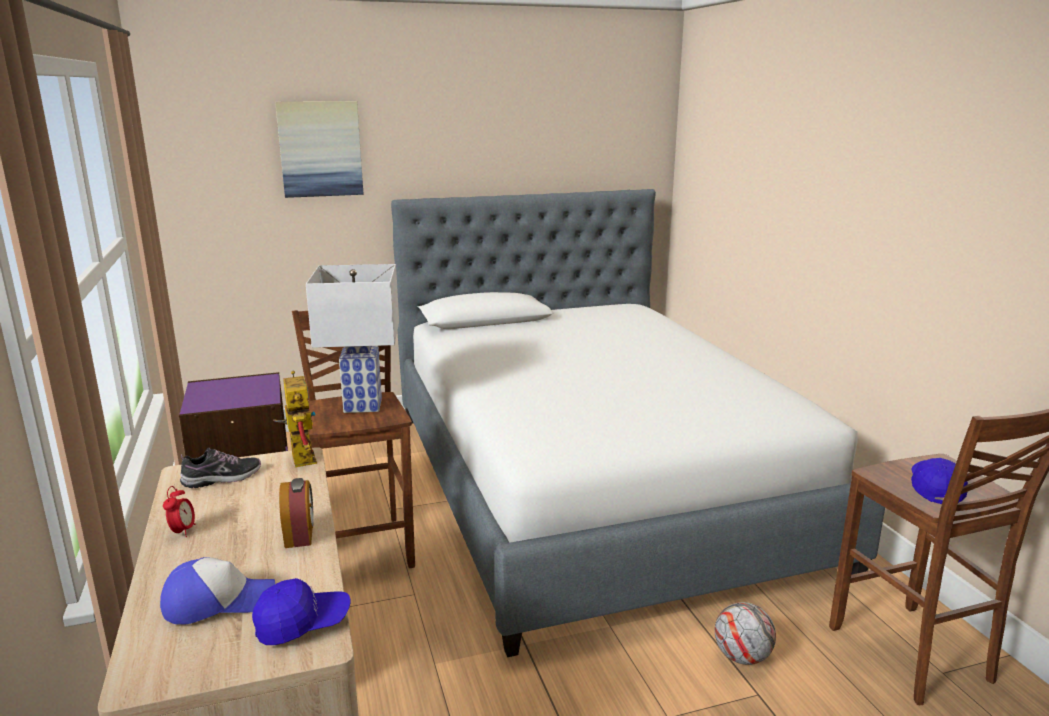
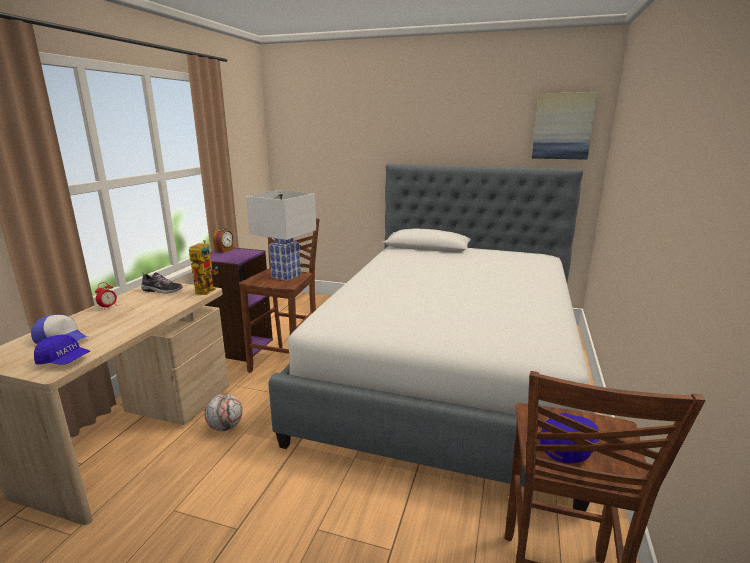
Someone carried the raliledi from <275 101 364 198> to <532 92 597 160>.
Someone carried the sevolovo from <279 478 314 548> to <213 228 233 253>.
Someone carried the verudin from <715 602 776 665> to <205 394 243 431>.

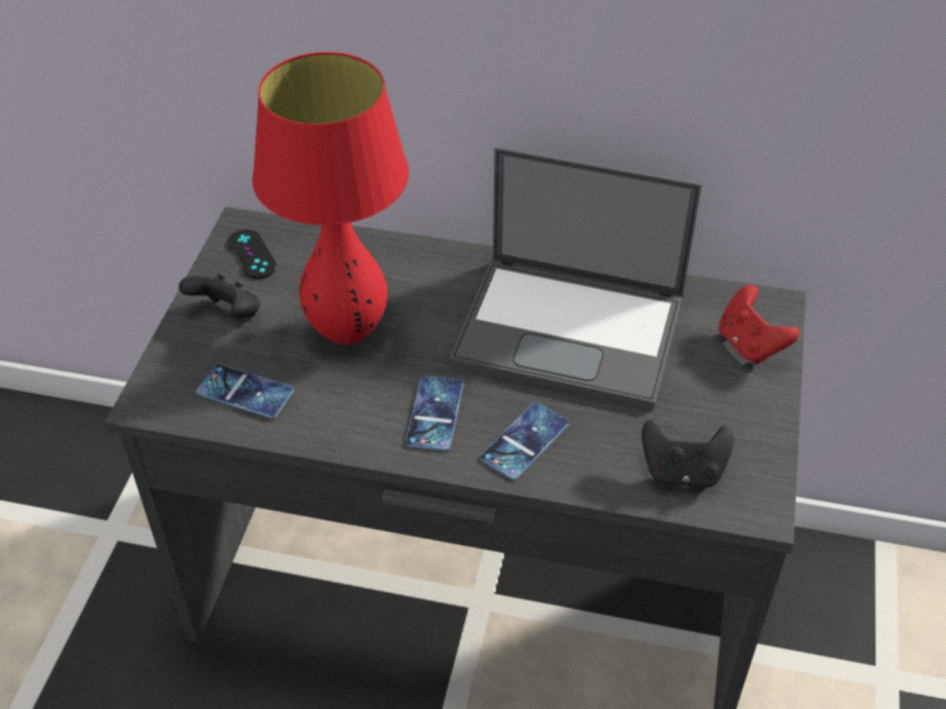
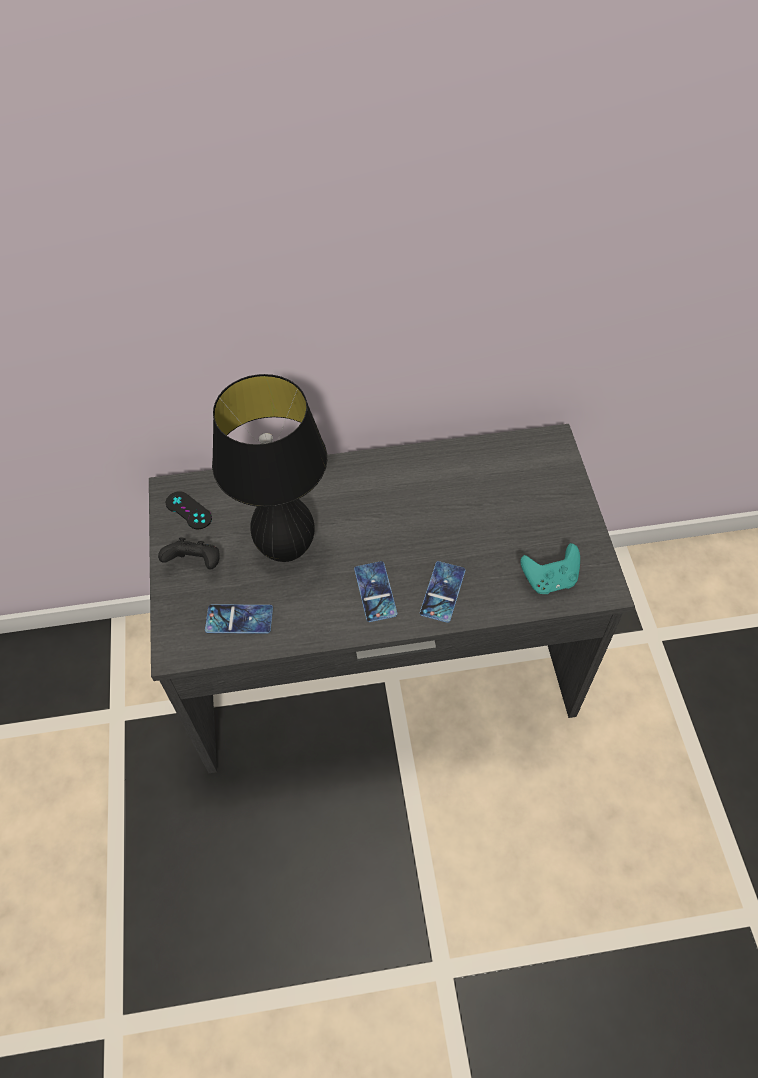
Someone repainted the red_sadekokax at <252 52 409 345>, which became the black_sadekokax at <212 374 327 562>.
Someone took away the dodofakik at <449 146 702 409>.
Someone took away the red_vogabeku at <719 285 800 364>.
Someone repainted the black_vogabeku at <642 420 734 488>, which became the turquoise_vogabeku at <520 543 580 594>.

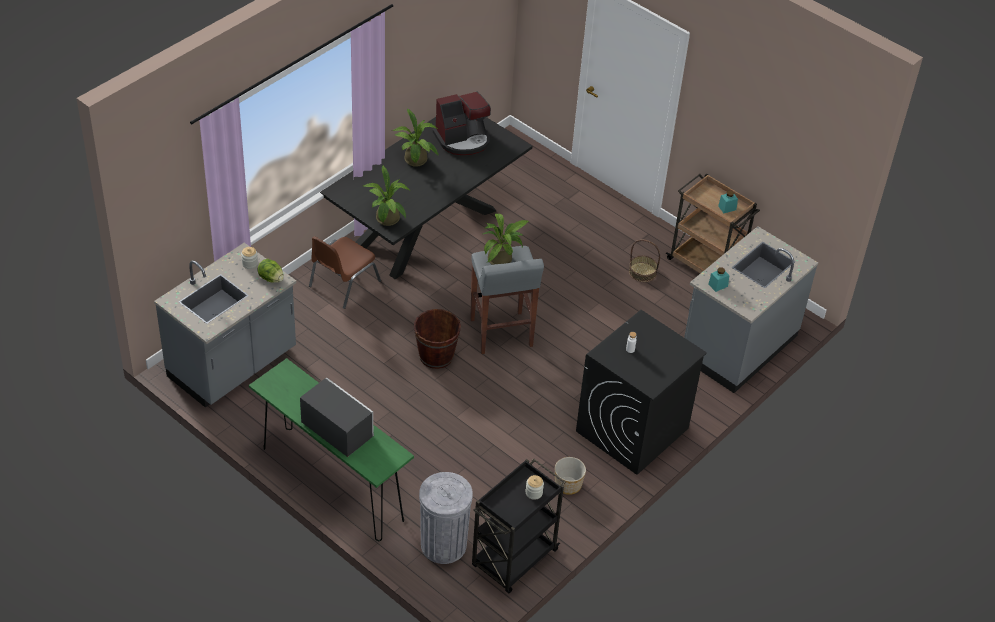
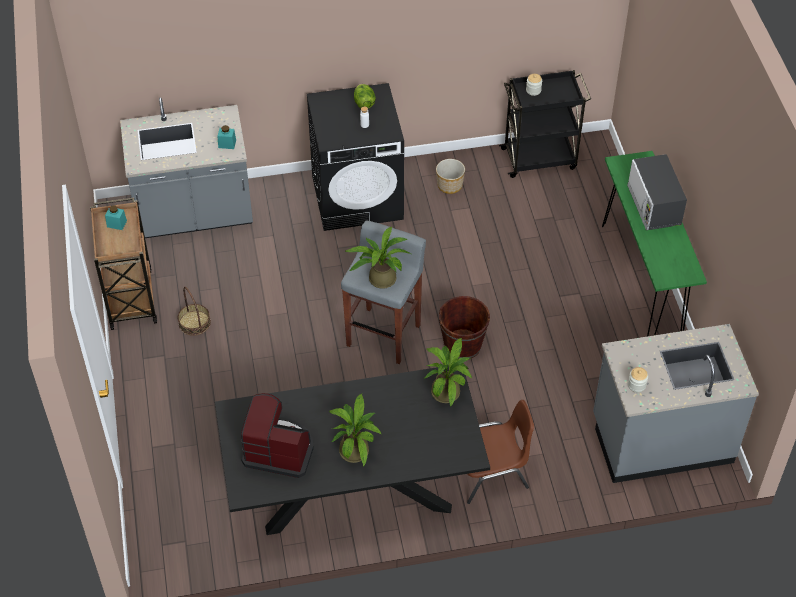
Someone carried the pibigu from <258 259 284 282> to <354 84 376 108>.
Someone took away the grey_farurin at <419 472 473 564>.

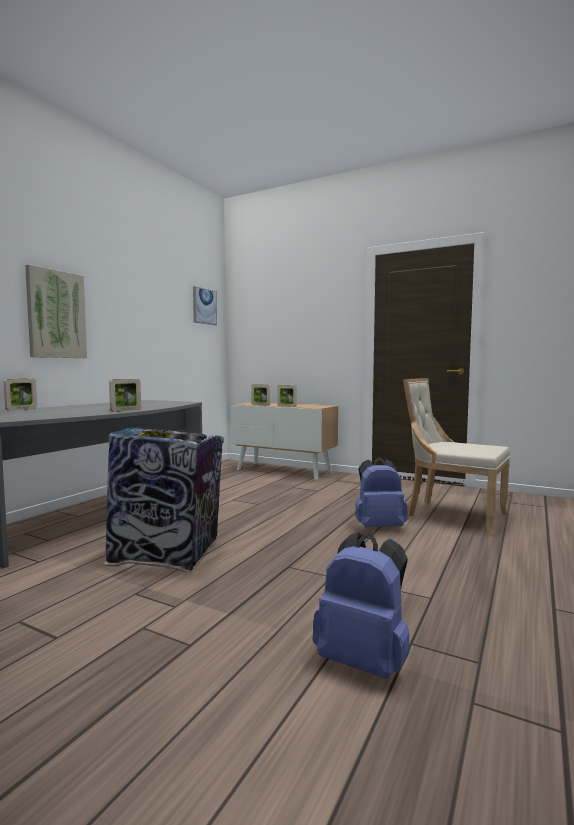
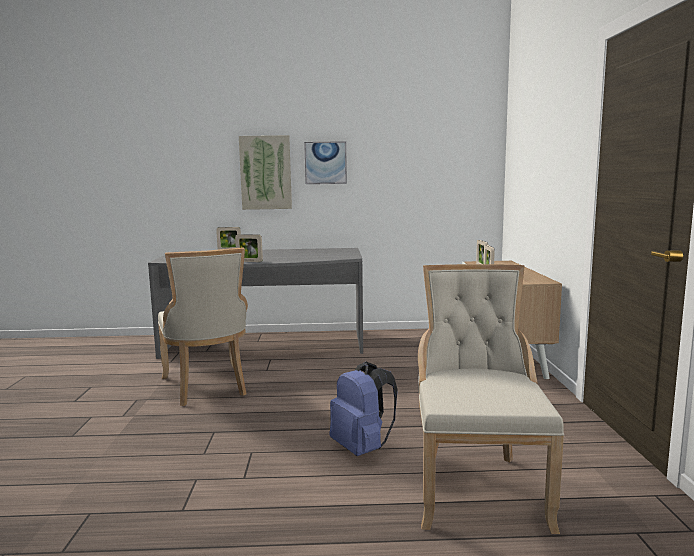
Someone carried the raliledi from <193 286 217 325> to <304 141 347 184>.
Someone swapped the farurin at <103 427 224 572> for the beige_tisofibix at <158 247 248 406>.
Someone took away the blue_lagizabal at <313 532 409 679>.

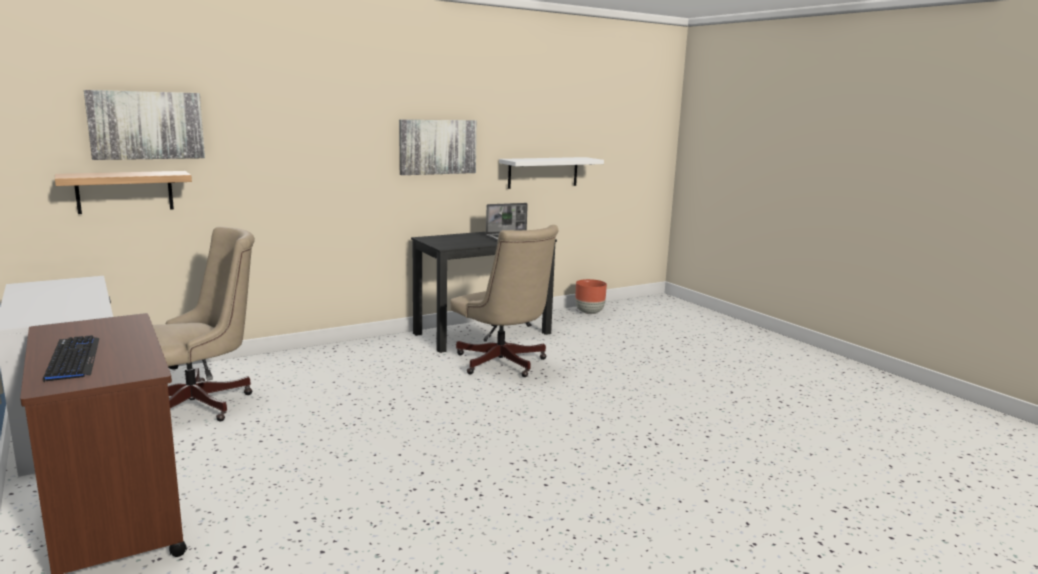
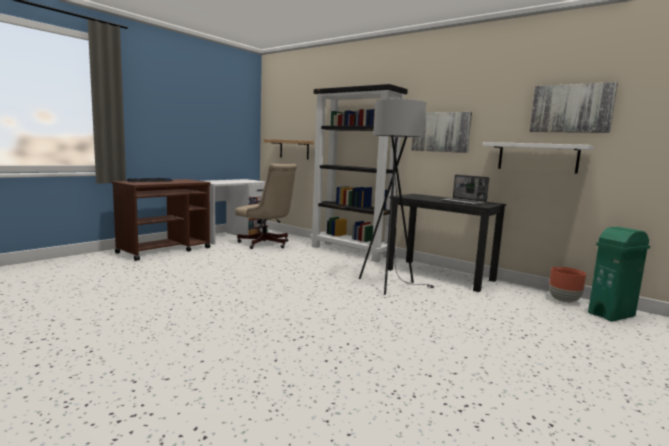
Someone carried the raliledi from <84 90 205 160> to <530 82 618 133>.
Someone swapped the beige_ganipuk at <450 225 559 377> for the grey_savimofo at <359 99 435 295>.
Someone put down the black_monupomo at <310 84 408 262>.
Someone put down the green_farurin at <588 227 650 322>.

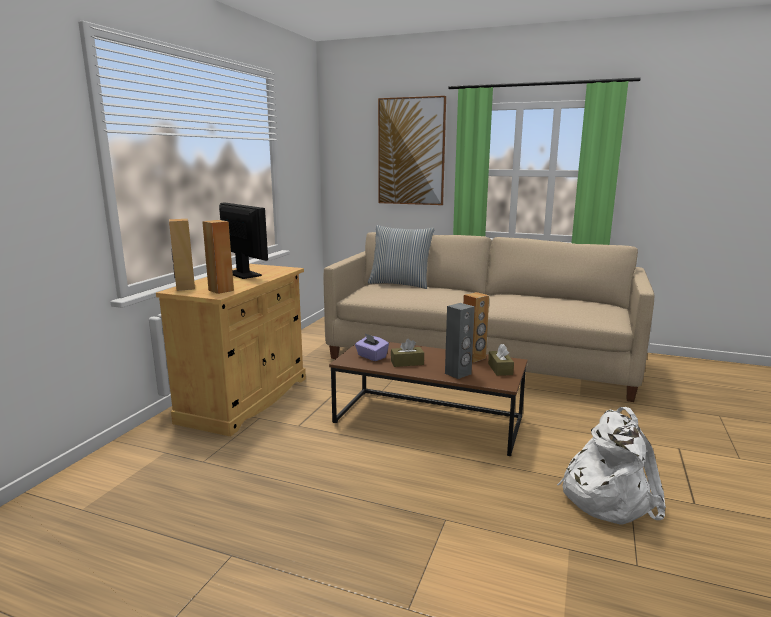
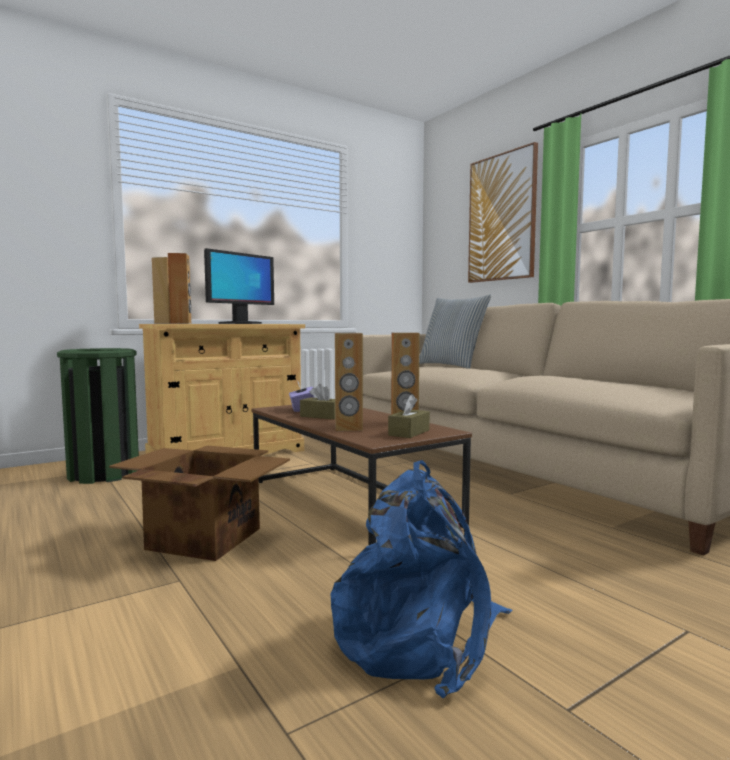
Someone rotated the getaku at <219 202 268 279> by 45 degrees clockwise.
Someone repainted the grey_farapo at <445 303 475 379>, which became the brown_farapo at <335 333 363 431>.
Someone repainted the white_lagizabal at <557 407 666 525>, which became the blue_lagizabal at <330 460 512 698>.
Someone put down the green_farurin at <57 348 139 484>.
Someone put down the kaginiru at <109 446 290 561>.

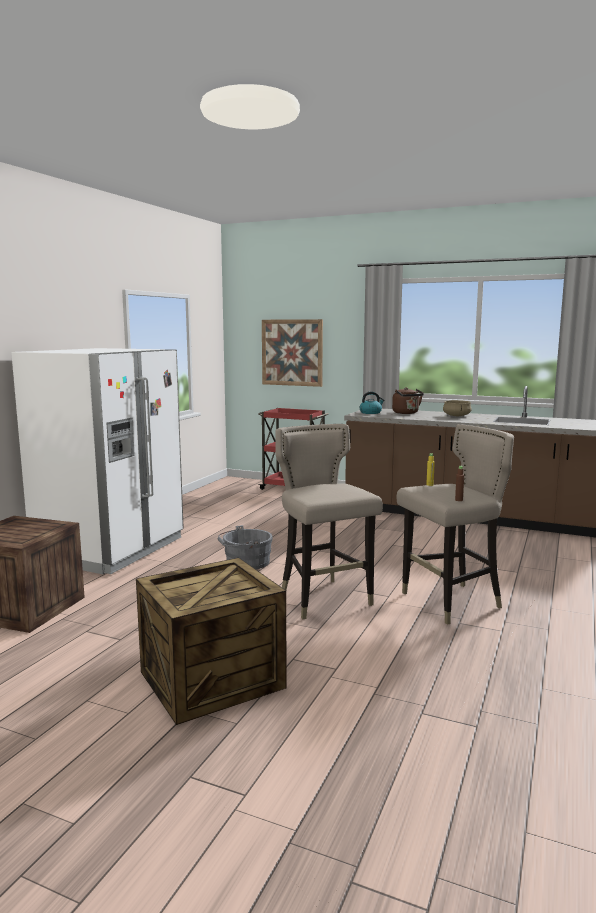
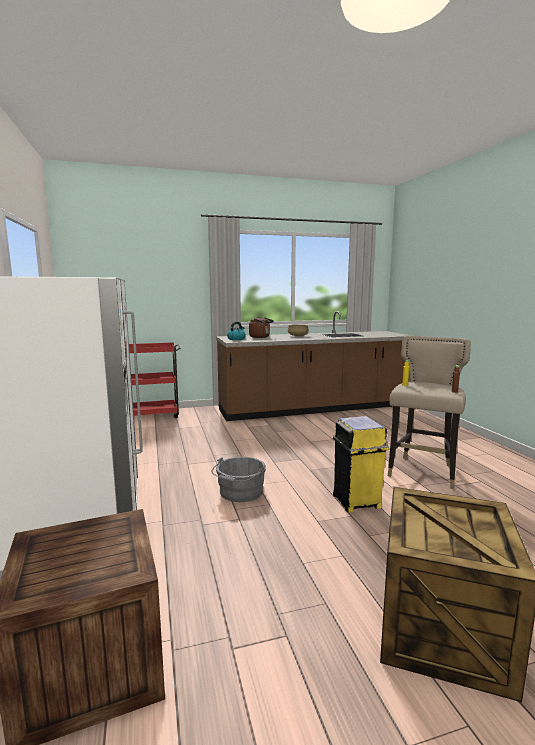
Someone took away the raliledi at <262 319 323 387>.
Someone swapped the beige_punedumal at <275 424 383 620> for the yellow_farurin at <333 416 389 513>.

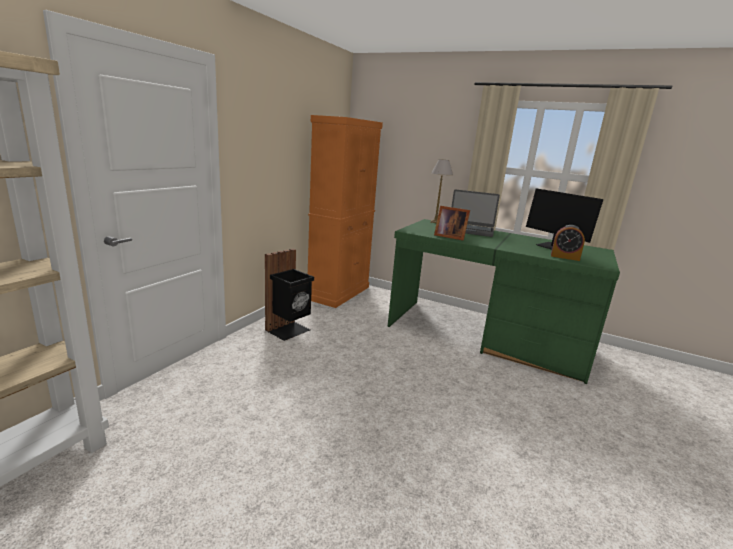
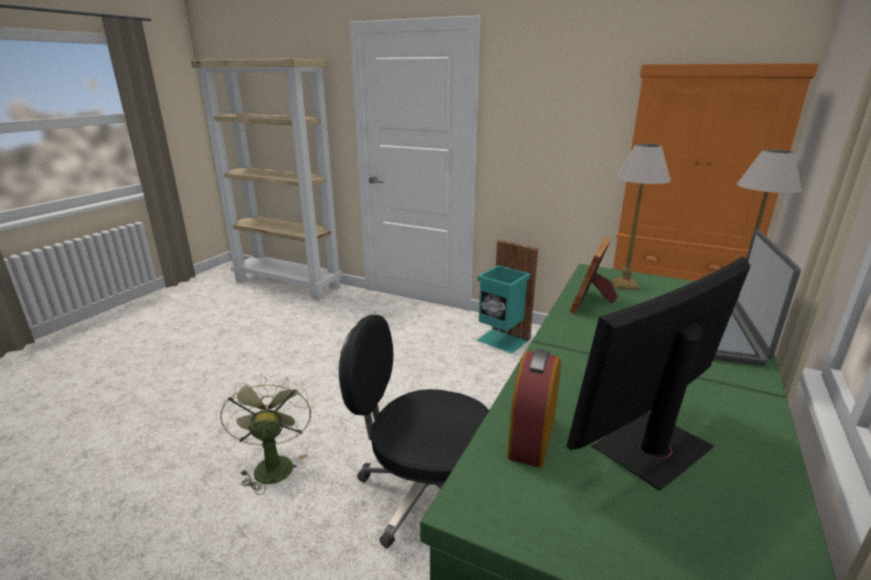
Someone repainted the black_farurin at <265 249 314 341>, which became the turquoise_farurin at <477 240 538 353>.
Someone put down the sadekokax at <612 144 671 290>.
Someone put down the black_ganipuk at <339 315 489 548>.
Someone put down the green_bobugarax at <220 375 311 495>.

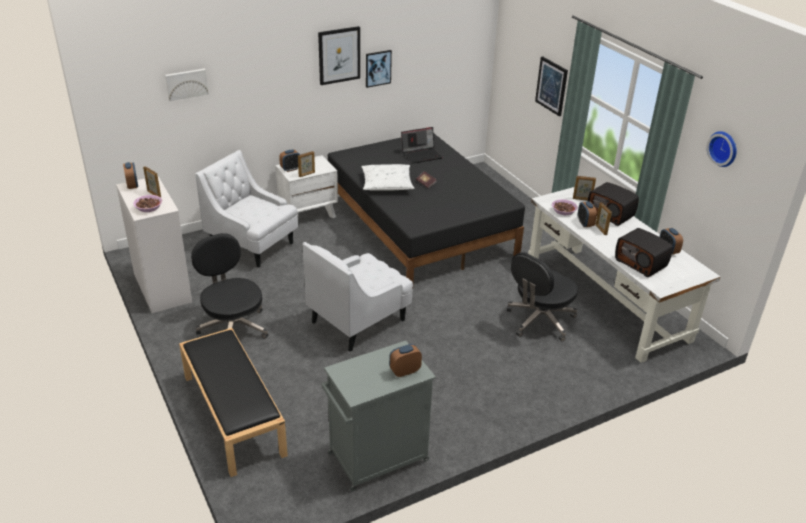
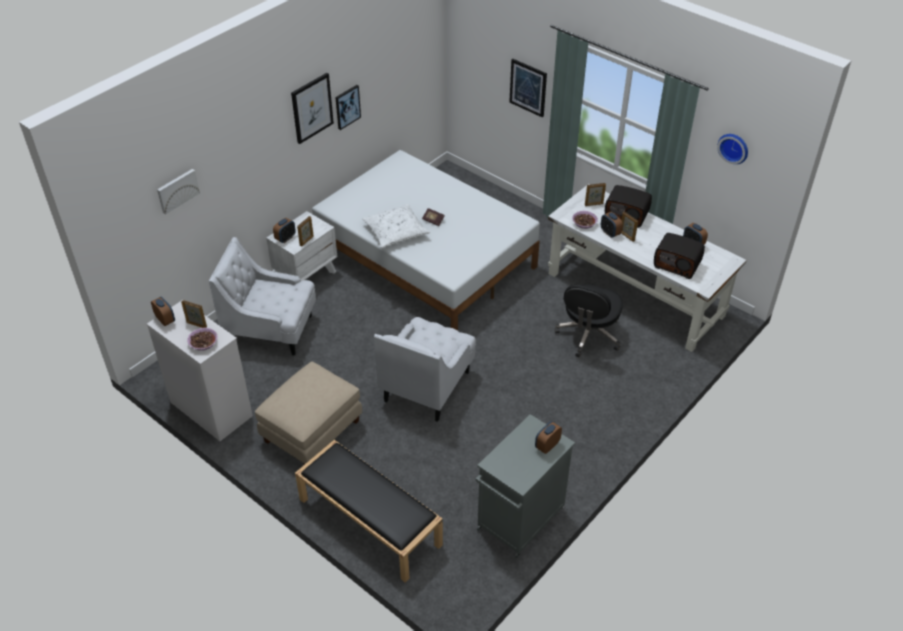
Someone took away the dodofakik at <401 127 443 164>.
Someone repainted the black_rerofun at <328 134 525 289>, which became the white_rerofun at <312 150 540 331>.
Someone swapped the black_ganipuk at <191 233 269 339> for the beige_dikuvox at <255 361 362 465>.

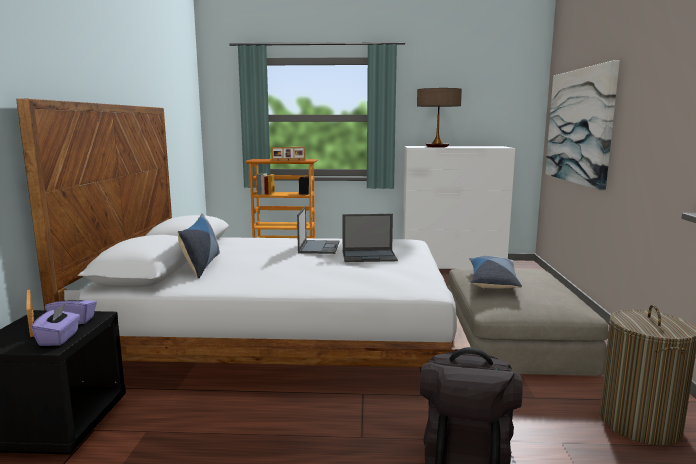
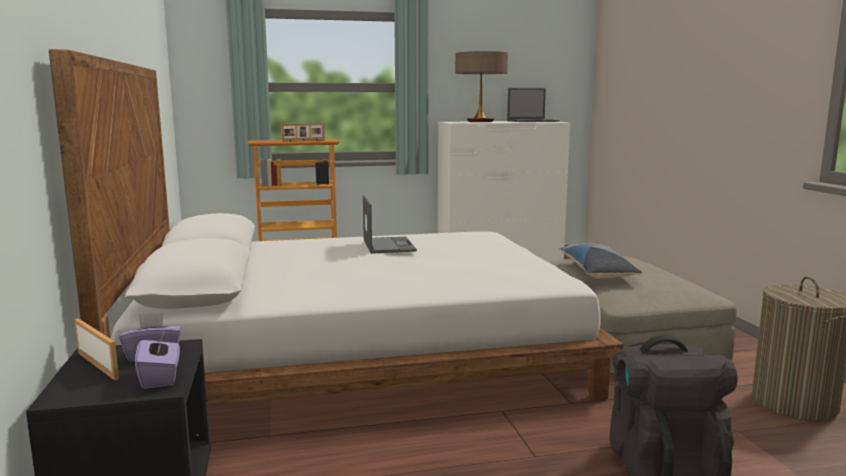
Someone took away the raliledi at <545 60 620 191>.
Someone took away the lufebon at <178 213 220 279>.
Someone carried the dodofakik from <343 214 398 262> to <507 88 560 122>.

